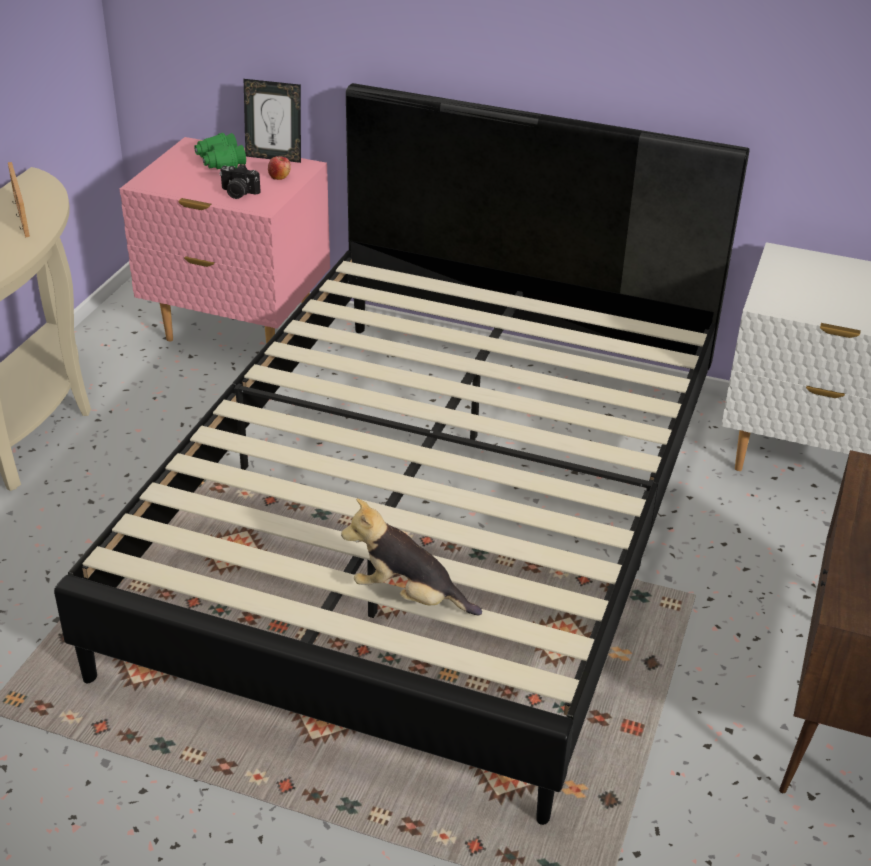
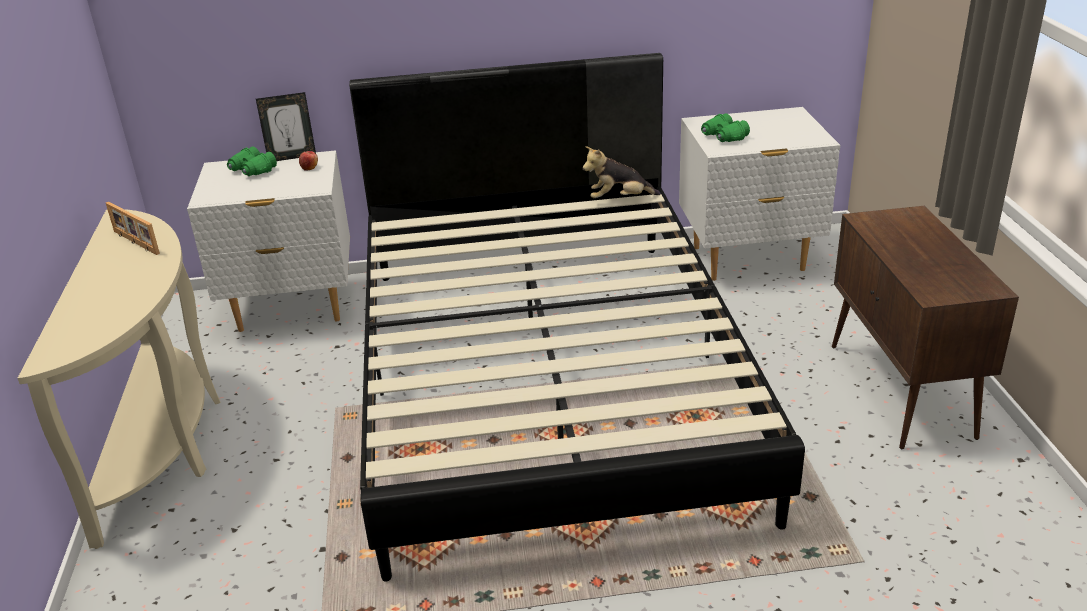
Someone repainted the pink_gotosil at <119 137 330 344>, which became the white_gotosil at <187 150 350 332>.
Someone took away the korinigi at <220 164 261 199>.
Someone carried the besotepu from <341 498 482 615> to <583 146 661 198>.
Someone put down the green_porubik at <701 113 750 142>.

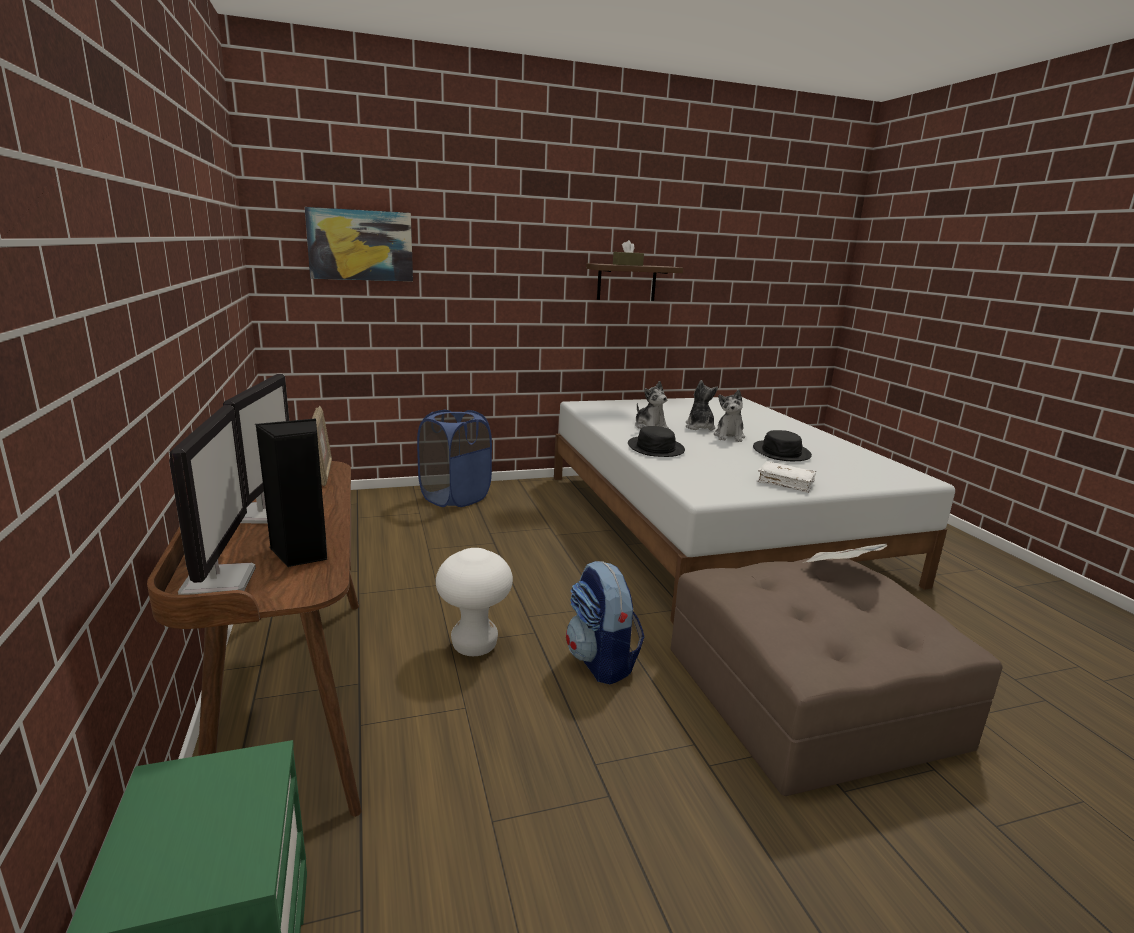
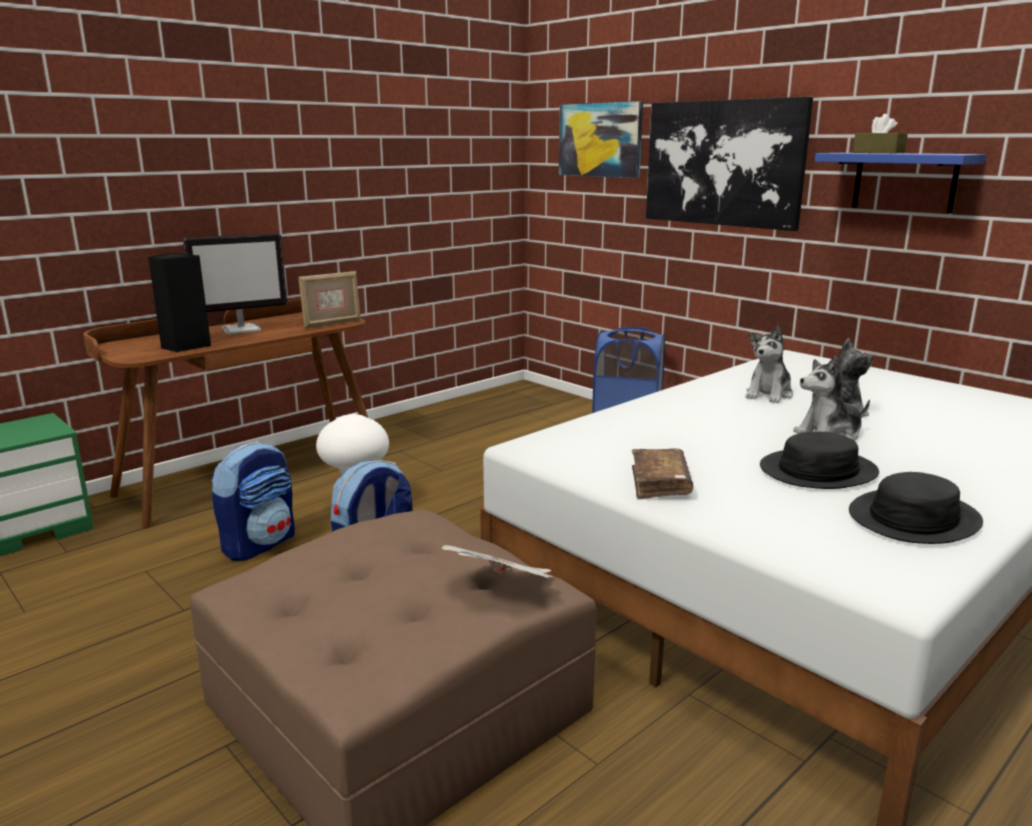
Someone repainted the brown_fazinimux at <586 263 683 301>, which became the blue_fazinimux at <815 153 986 213>.
Someone took away the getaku at <169 405 256 595>.
Someone carried the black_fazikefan from <628 426 685 457> to <849 472 983 544>.
Someone repainted the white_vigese at <757 461 816 493>, which became the brown_vigese at <632 448 693 499>.
Someone put up the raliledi at <646 96 813 231>.
Someone put down the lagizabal at <211 441 295 561>.

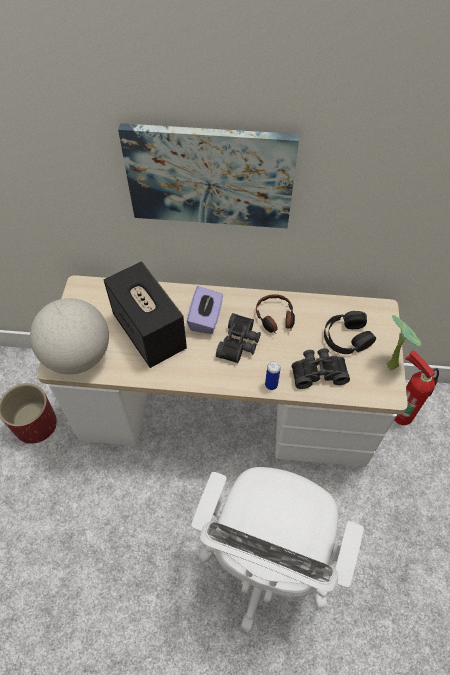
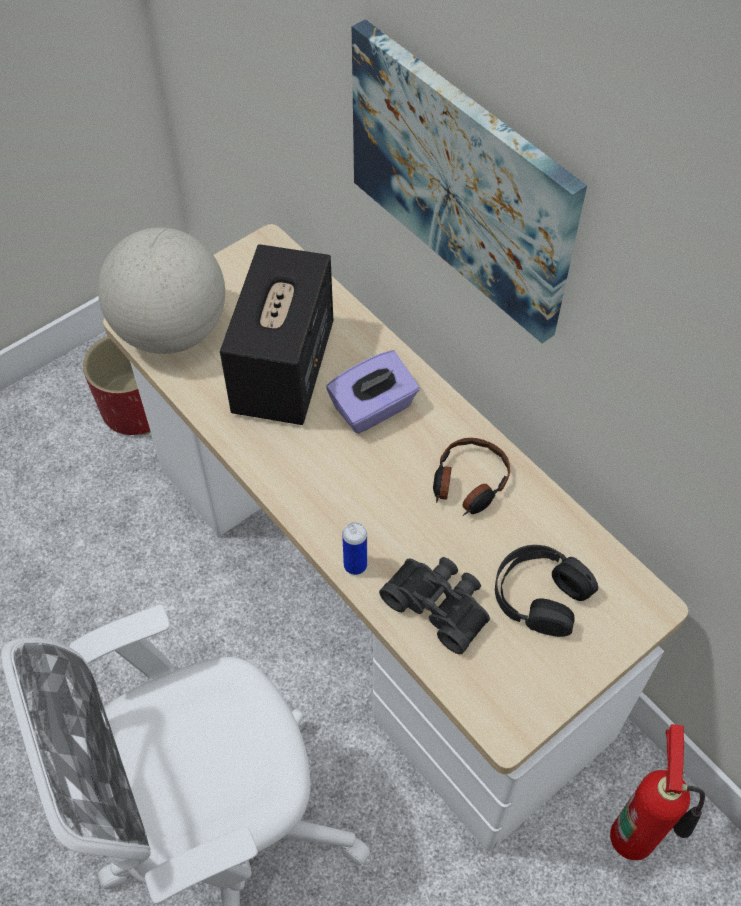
Someone took away the black_porubik at <216 313 261 363>.
Someone took away the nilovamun at <386 315 421 370>.

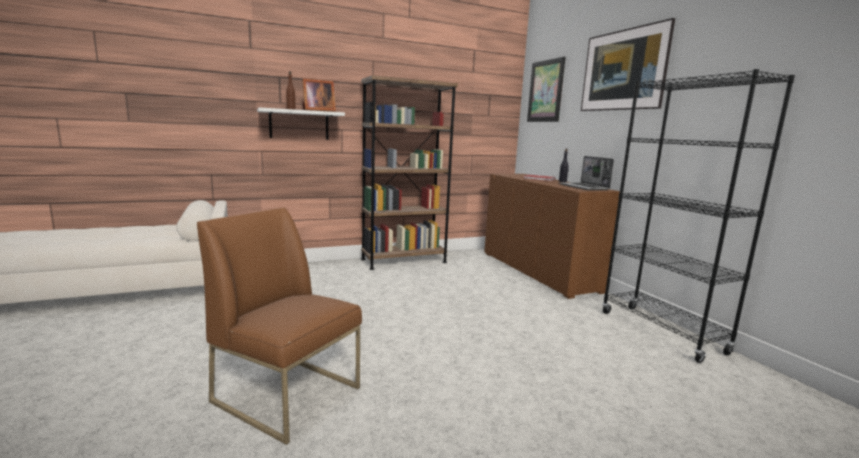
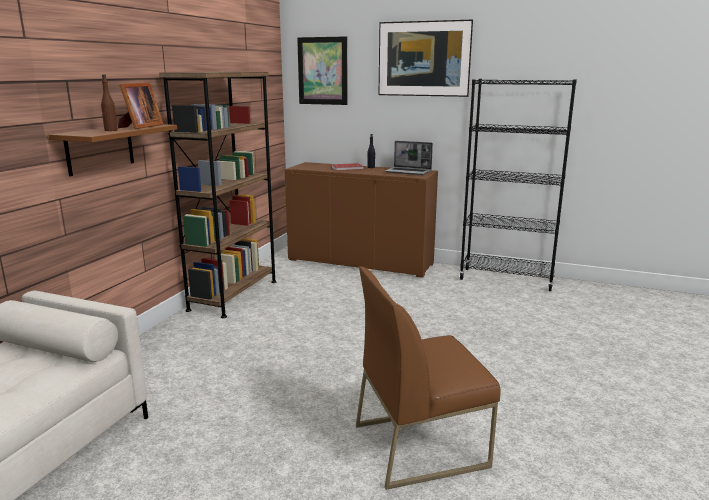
Someone repainted the white_fazinimux at <257 107 345 140>, which became the brown_fazinimux at <49 124 177 176>.

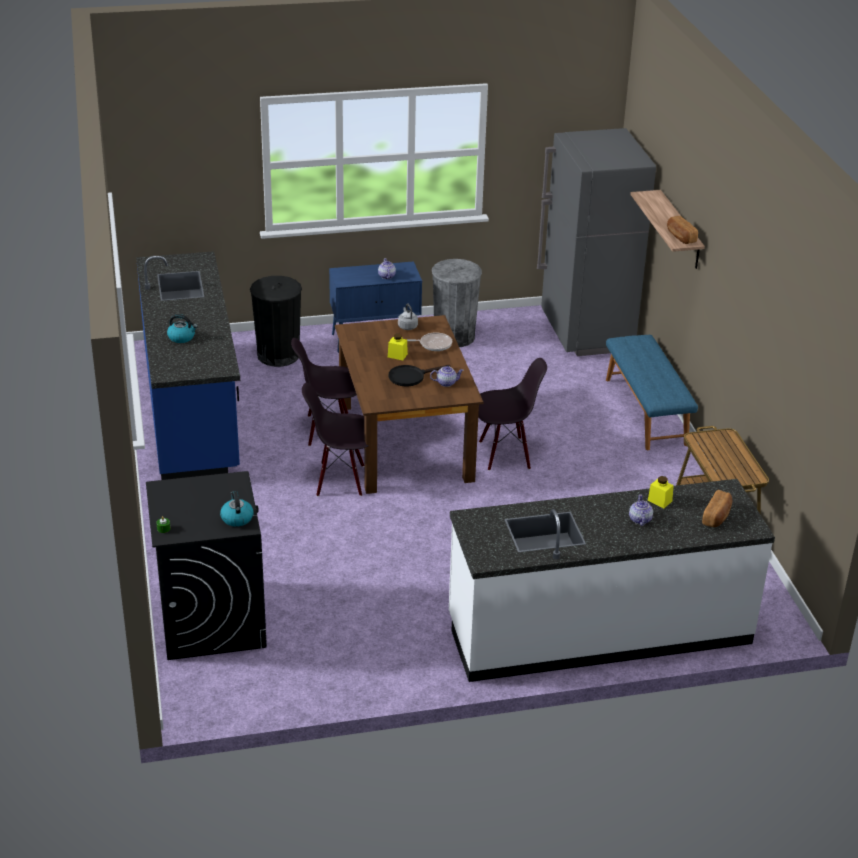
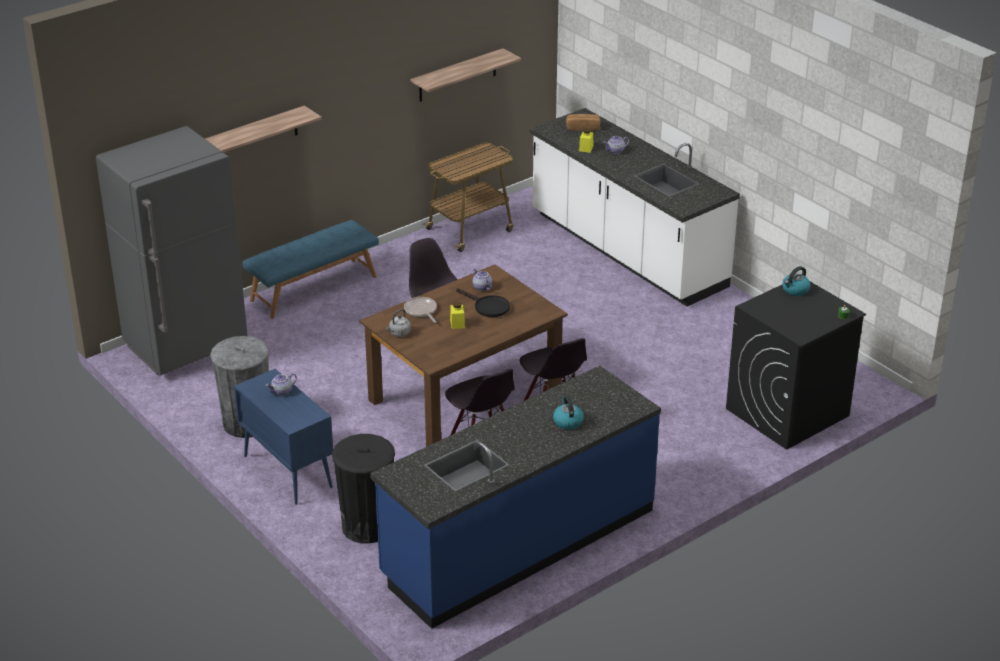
Someone took away the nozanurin at <667 216 698 244>.
Someone put up the fazinimux at <411 48 521 102>.

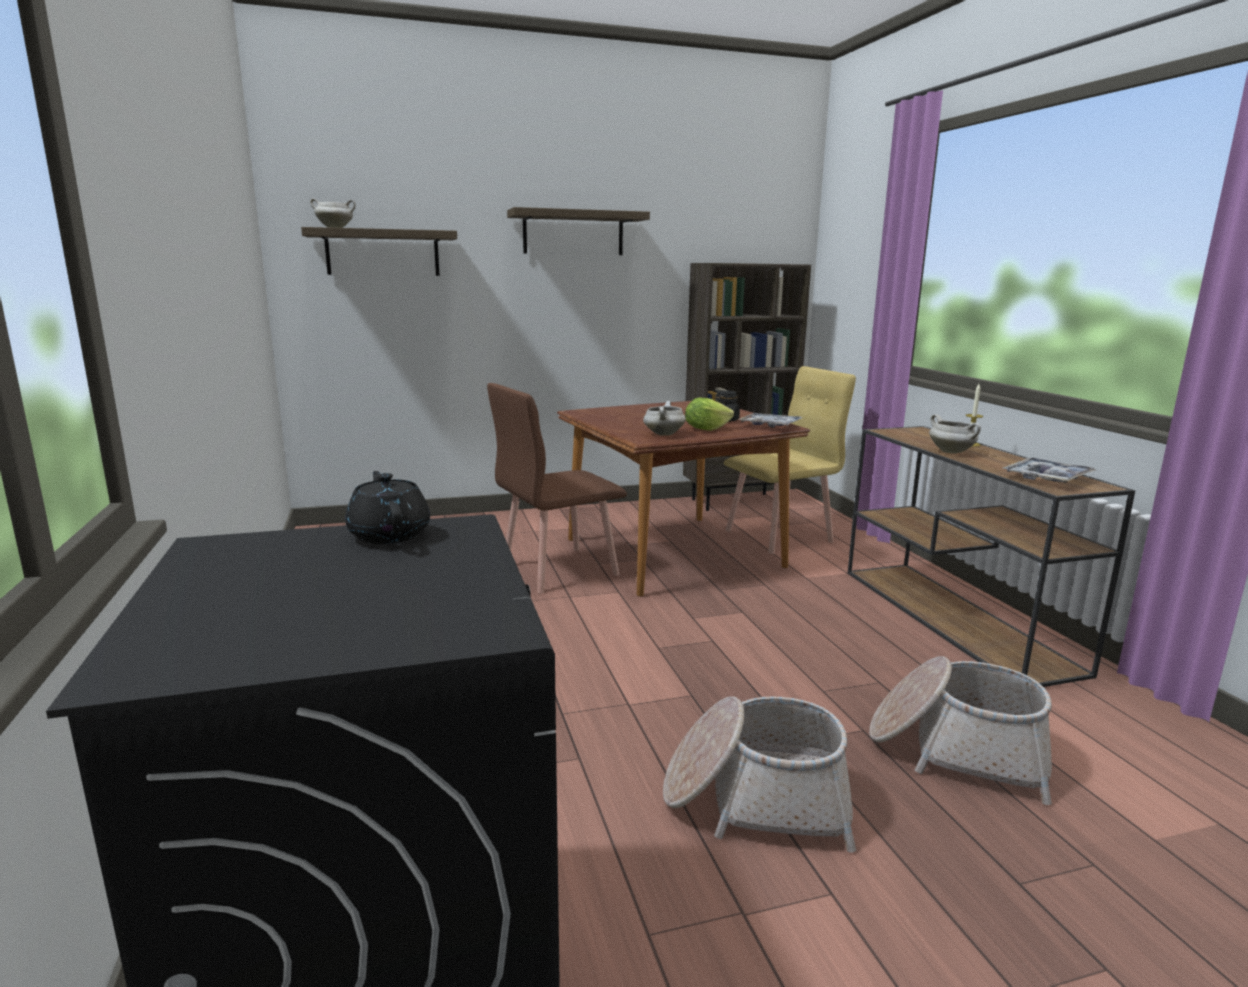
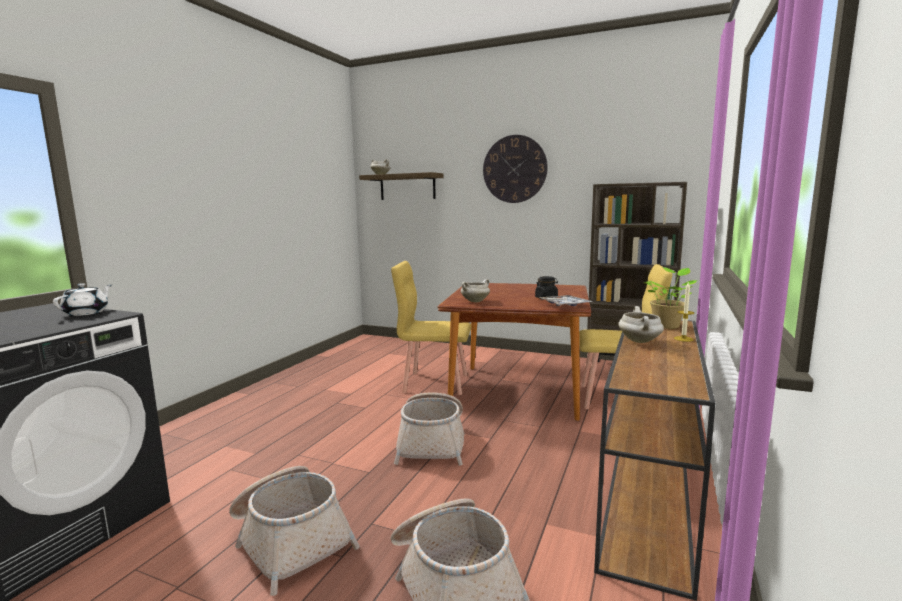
Someone swapped the fazinimux at <507 207 650 255> for the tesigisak at <483 135 548 203>.
Someone repainted the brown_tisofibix at <487 383 627 594>, which became the yellow_tisofibix at <391 261 472 395>.
Someone took away the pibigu at <685 397 734 431>.
Someone took away the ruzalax at <1002 457 1096 483>.
Someone repainted the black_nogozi at <345 471 430 544>, which became the white_nogozi at <53 283 111 316>.
Someone put down the nilovamun at <643 267 697 329>.
Someone put down the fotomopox at <394 392 465 466>.

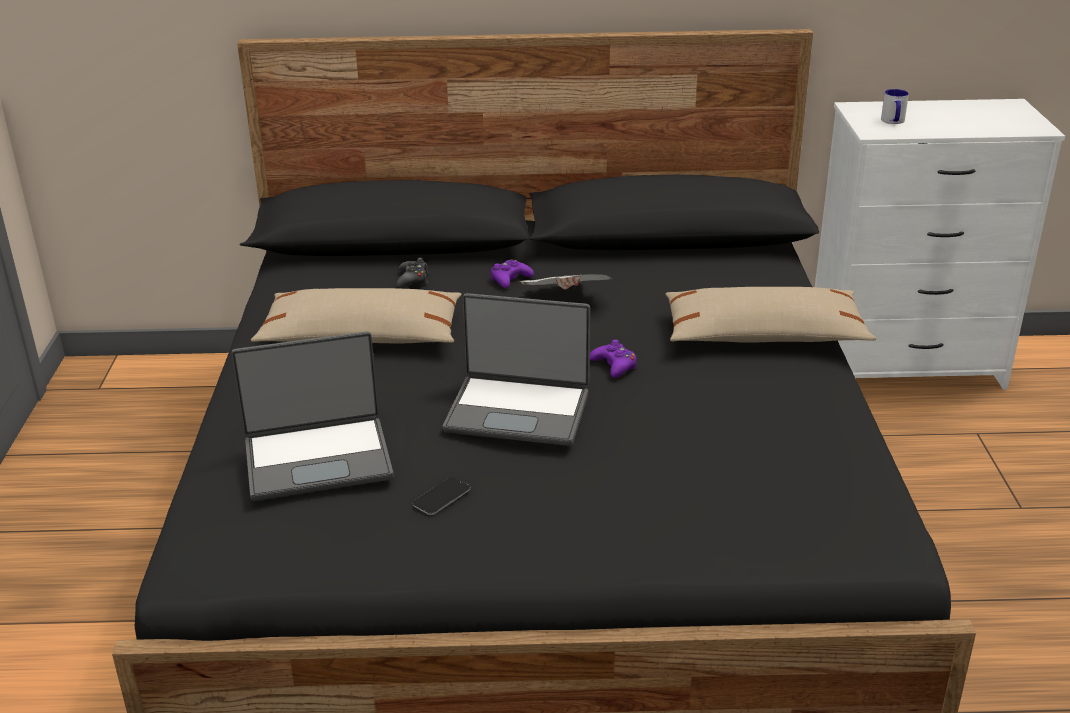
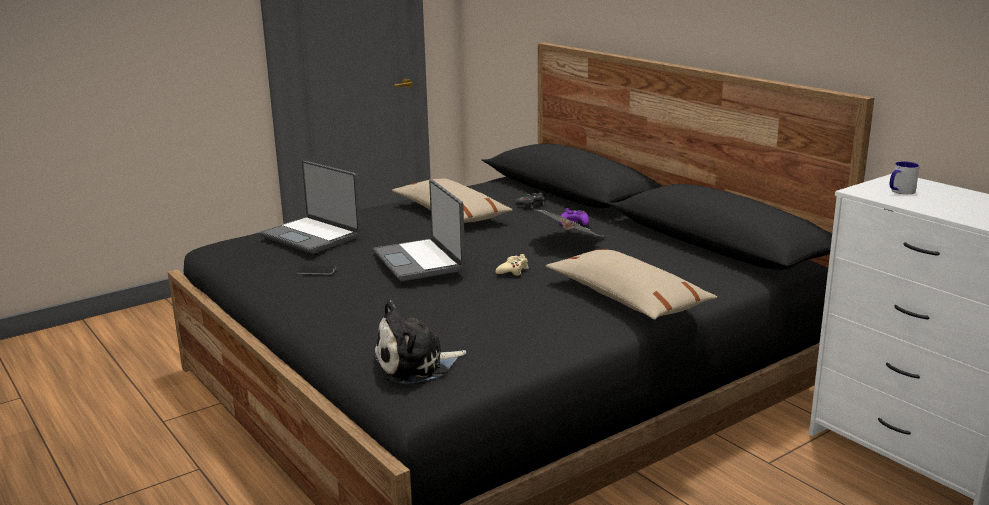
Someone repainted the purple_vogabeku at <590 340 637 378>, which became the beige_vogabeku at <495 254 529 276>.
Someone put down the besotepu at <373 300 466 384>.

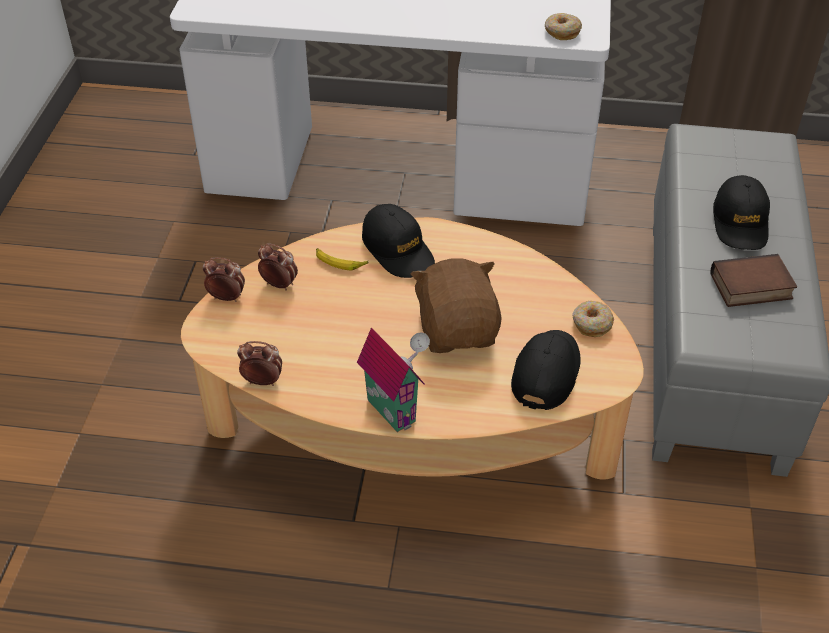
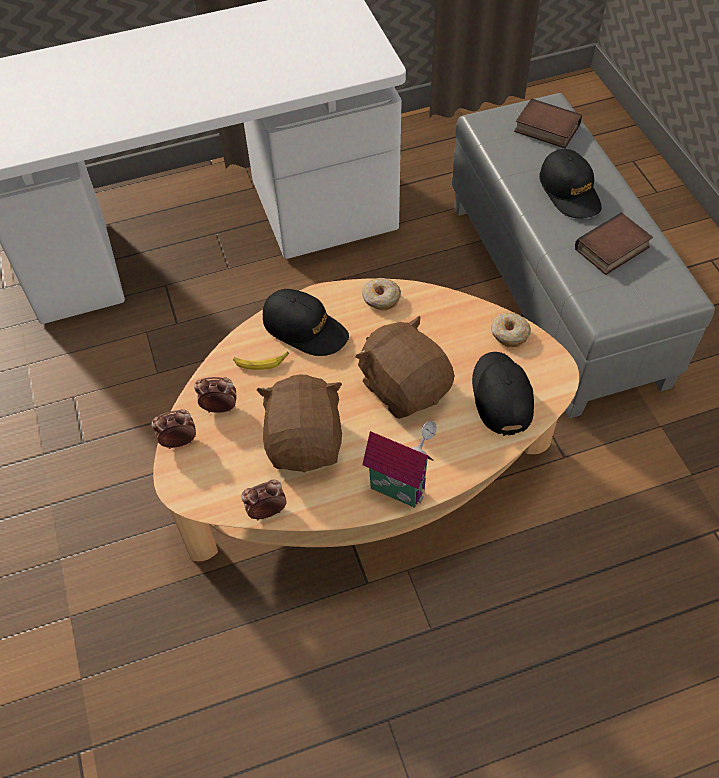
Someone carried the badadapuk from <545 13 582 40> to <362 278 401 311>.
Someone put down the vigese at <514 98 582 148>.
Someone put down the brown_besotepu at <257 375 342 473>.

